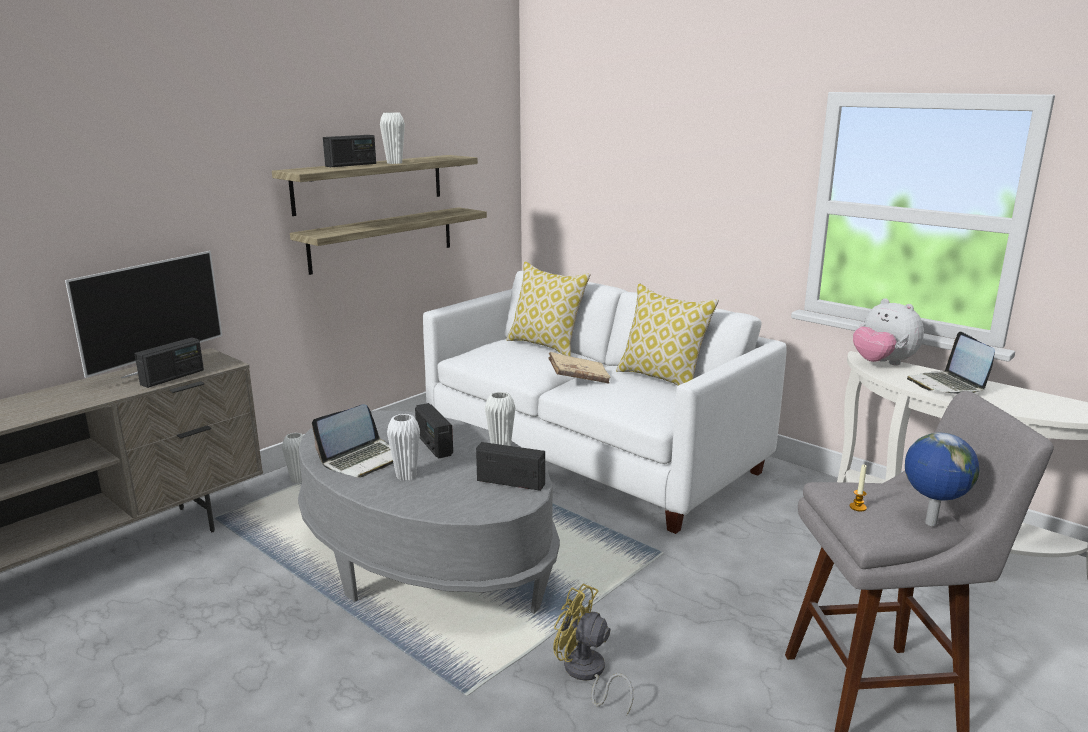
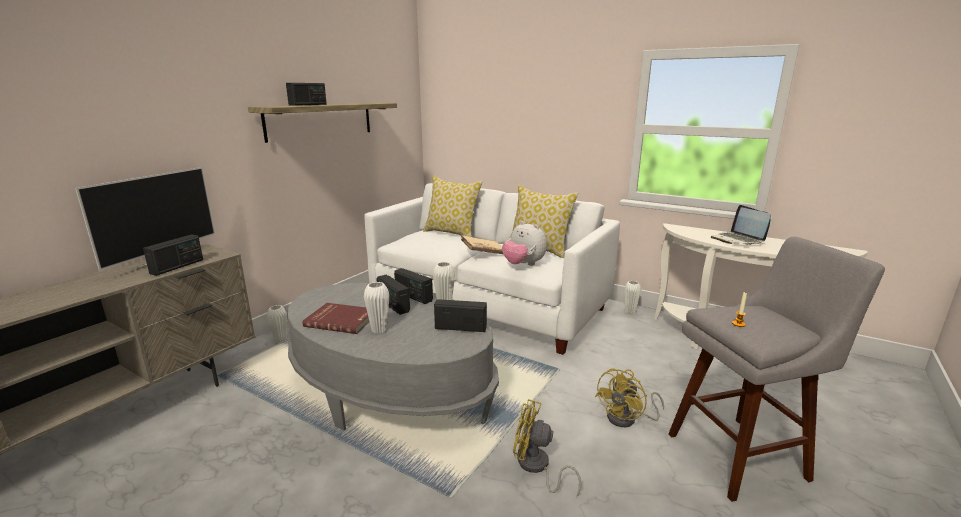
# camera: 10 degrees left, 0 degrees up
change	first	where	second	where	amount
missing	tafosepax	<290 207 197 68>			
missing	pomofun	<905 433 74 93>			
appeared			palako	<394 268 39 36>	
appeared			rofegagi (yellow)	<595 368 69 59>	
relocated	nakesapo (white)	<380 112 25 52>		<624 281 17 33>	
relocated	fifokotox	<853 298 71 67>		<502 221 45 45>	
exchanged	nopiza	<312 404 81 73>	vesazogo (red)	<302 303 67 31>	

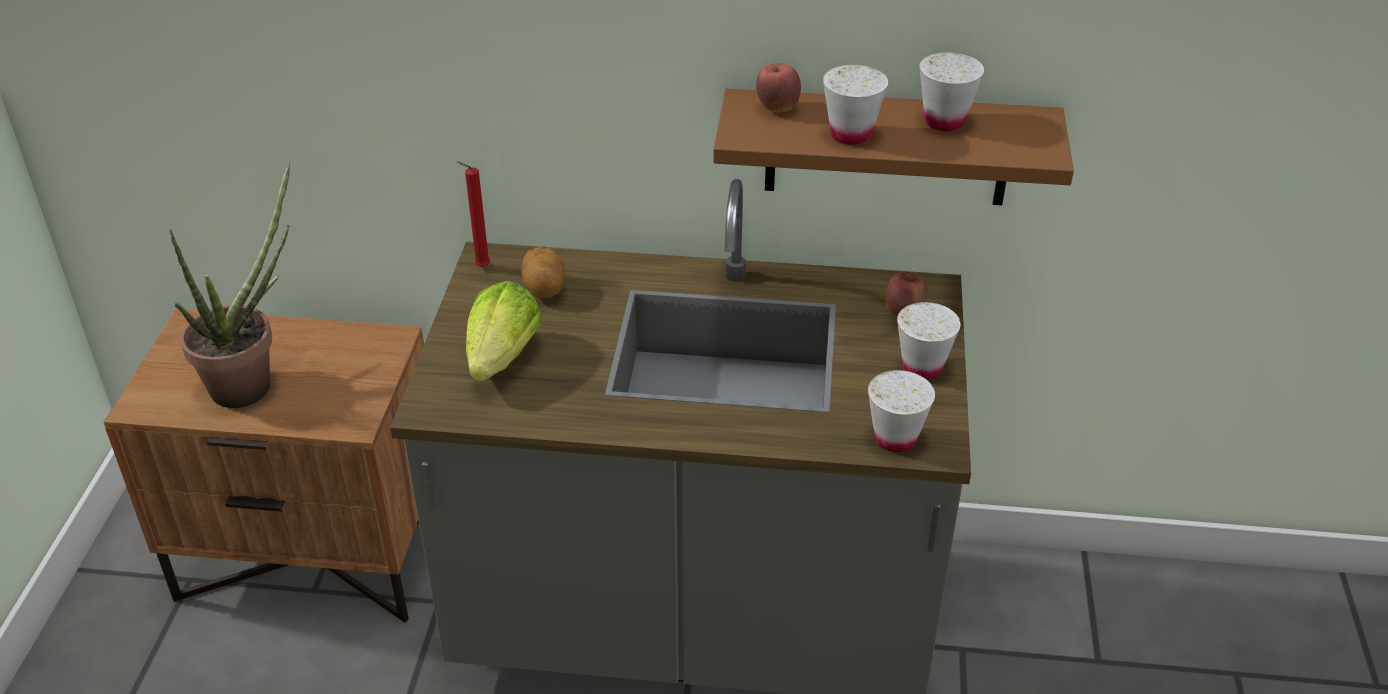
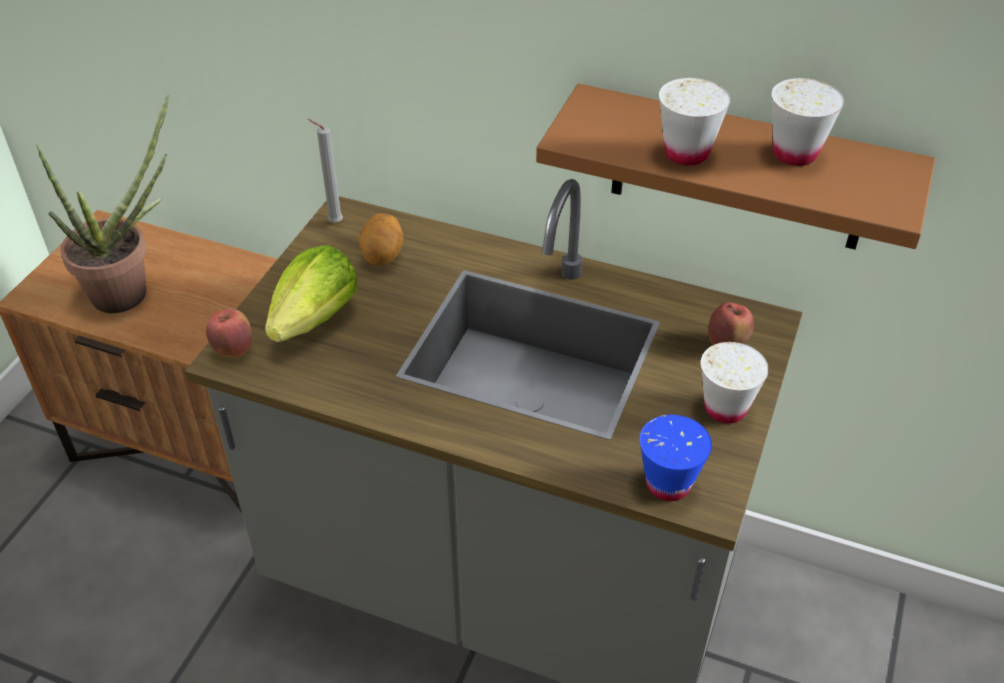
# camera: 15 degrees right, 5 degrees up
change	first	where	second	where	amount
relocated	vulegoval	<756 63 45 49>		<206 309 46 49>	
colour	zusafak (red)	<457 161 33 106>	zusafak (grey)	<308 119 35 104>	
colour	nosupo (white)	<868 370 67 82>	nosupo (blue)	<640 415 72 86>	

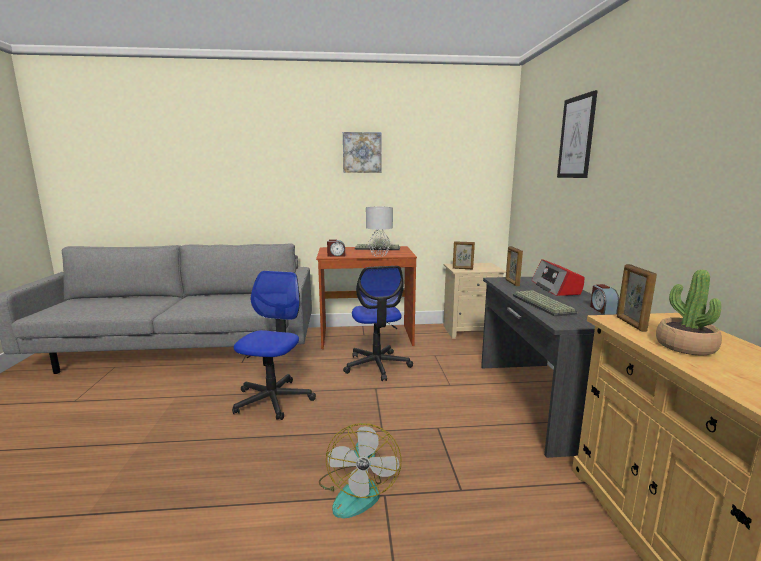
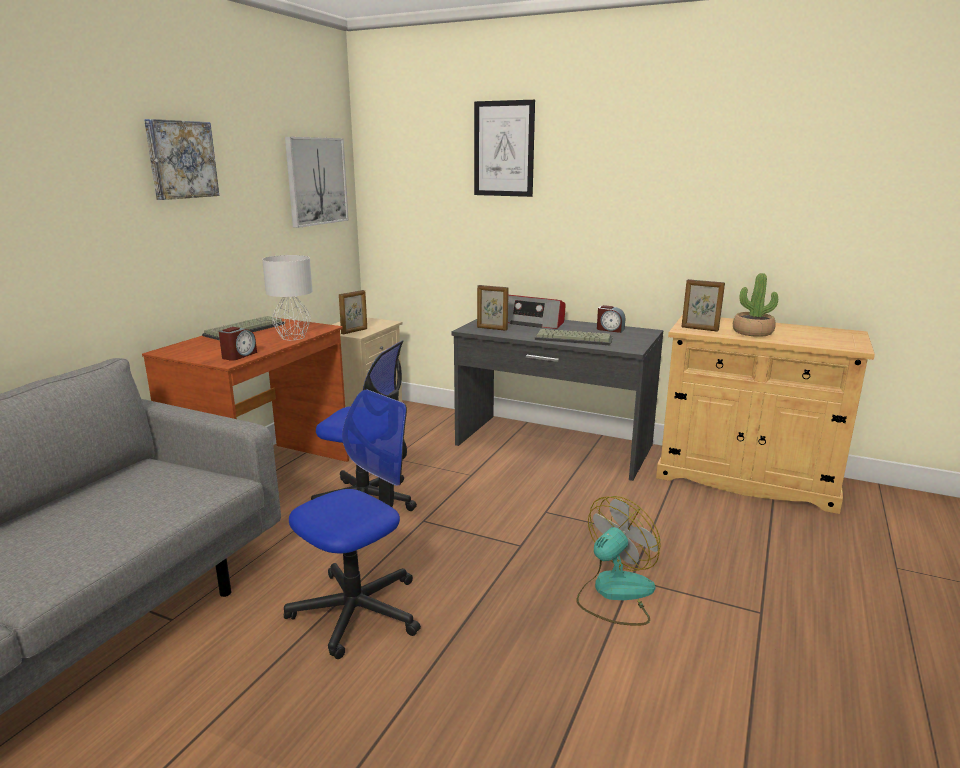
# camera: 60 degrees left, 5 degrees up
change	first	where	second	where	amount
appeared			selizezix	<285 137 64 91>	
spun	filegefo	<232 271 84 149>		<284 389 137 270>	90 degrees clockwise
spun	rofegagi	<319 423 83 95>		<577 496 84 130>	75 degrees counterclockwise

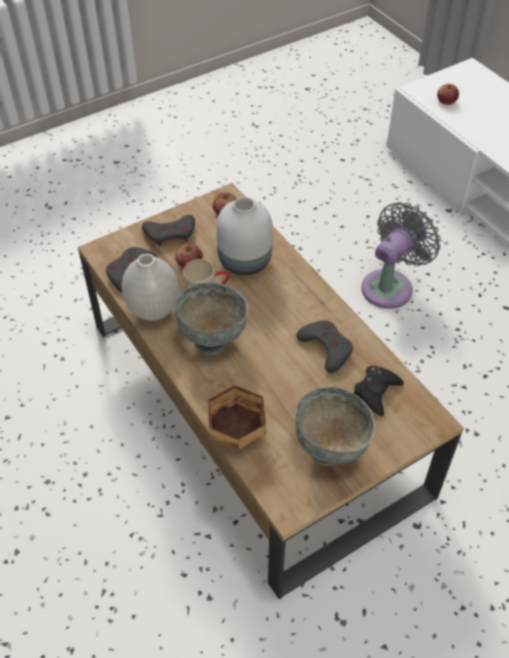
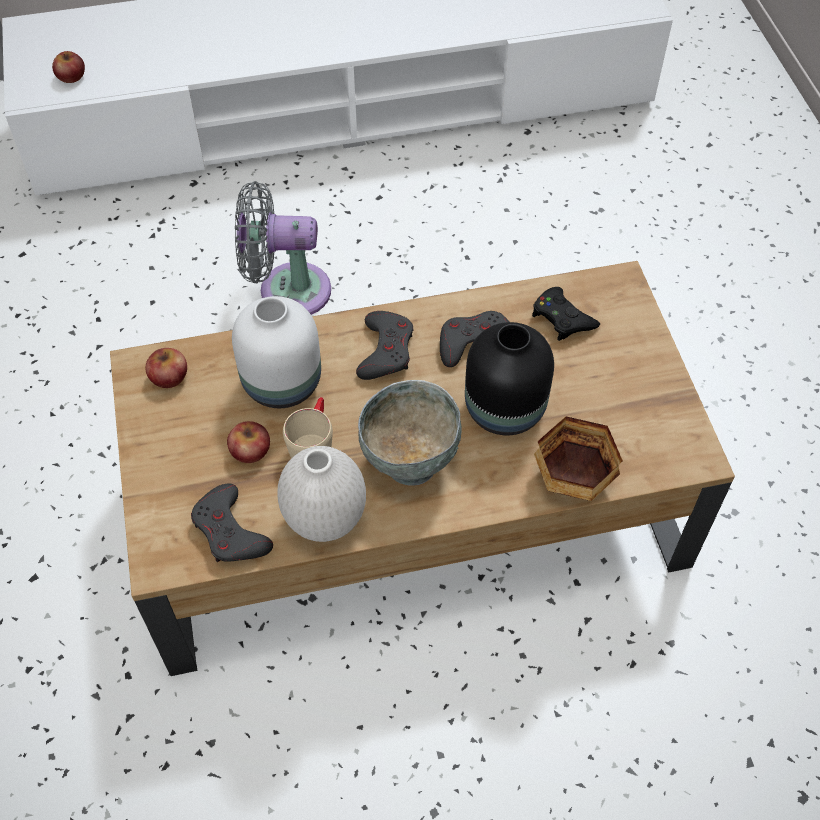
# camera: 70 degrees left, 5 degrees up
change	first	where	second	where	amount
missing	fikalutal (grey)	<295 387 80 79>			
appeared			nakesapo (black)	<465 322 89 114>	
relocated	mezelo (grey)	<142 215 53 31>		<356 311 57 69>	
spun	rofegagi (grey)	<361 202 80 107>		<235 181 96 134>	60 degrees counterclockwise

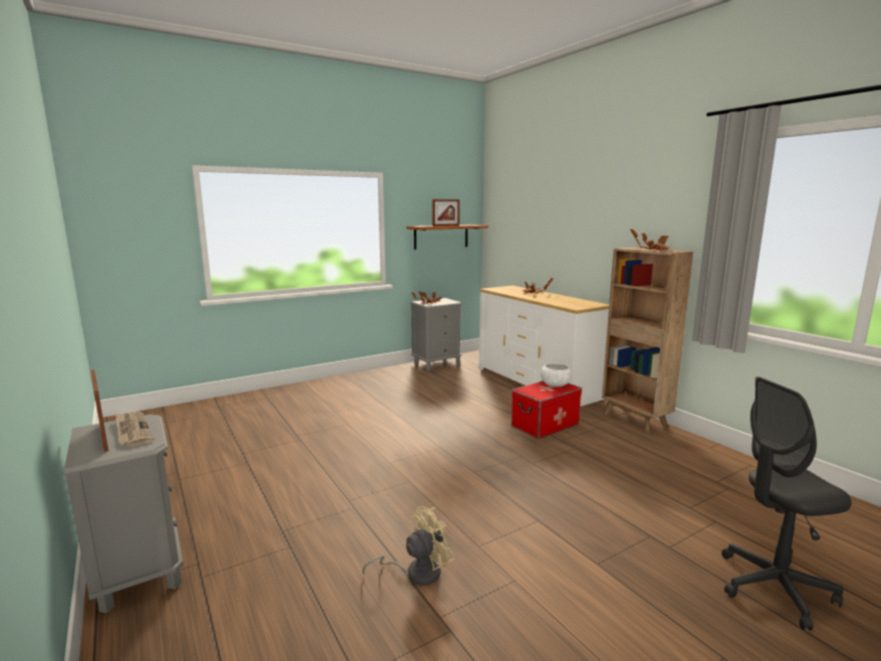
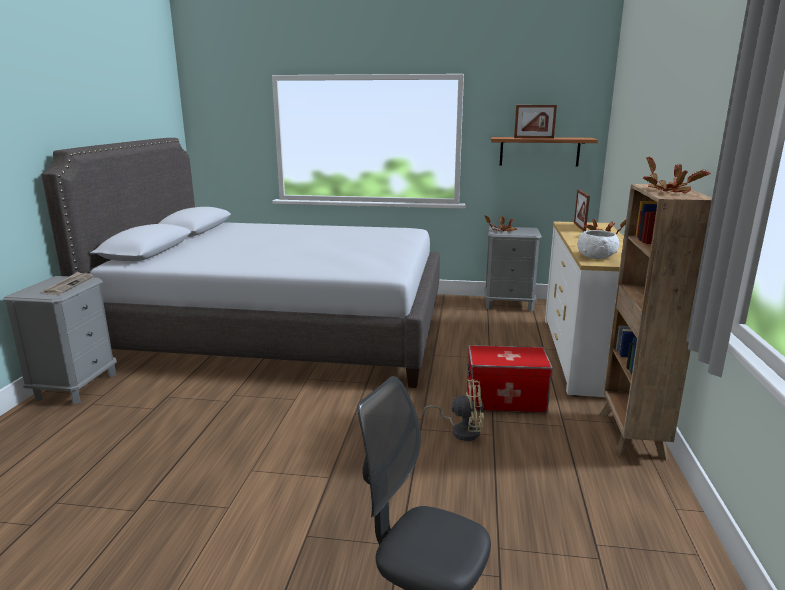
# camera: 40 degrees right, 5 degrees up
change	first	where	second	where	amount
appeared			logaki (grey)	<41 138 399 250>	
relocated	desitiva	<91 370 17 82>		<574 189 16 43>	
relocated	rofegagi (beige)	<362 506 93 79>		<423 379 61 62>	
relocated	fikalutal (white)	<541 363 31 24>		<577 230 42 29>	

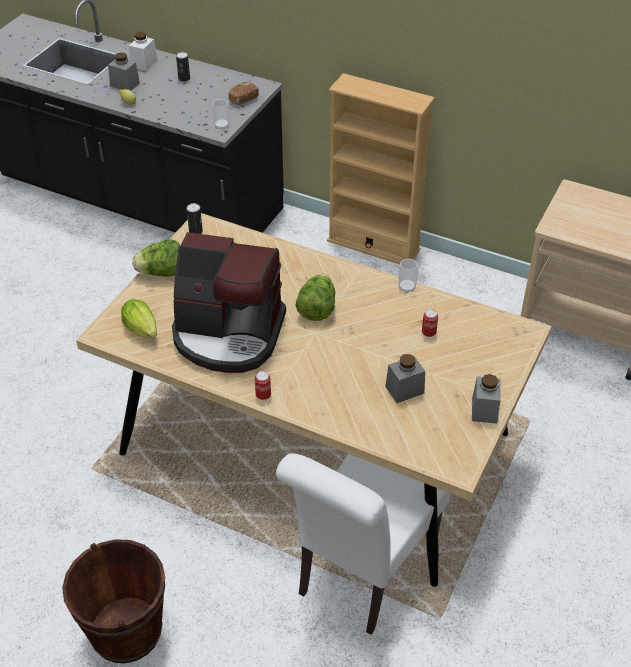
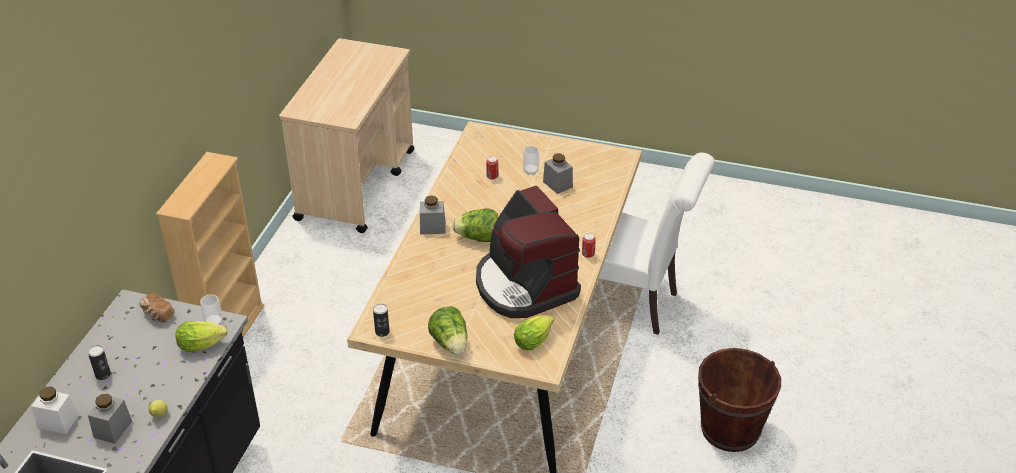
# camera: 100 degrees left, 5 degrees down
change	first	where	second	where	amount
appeared			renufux	<176 321 51 31>	
relocated	nosupo	<398 259 20 34>		<523 146 16 29>	
relocated	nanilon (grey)	<472 374 29 50>		<420 195 25 39>	
spun	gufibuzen	<172 232 114 141>		<476 186 105 132>	150 degrees clockwise

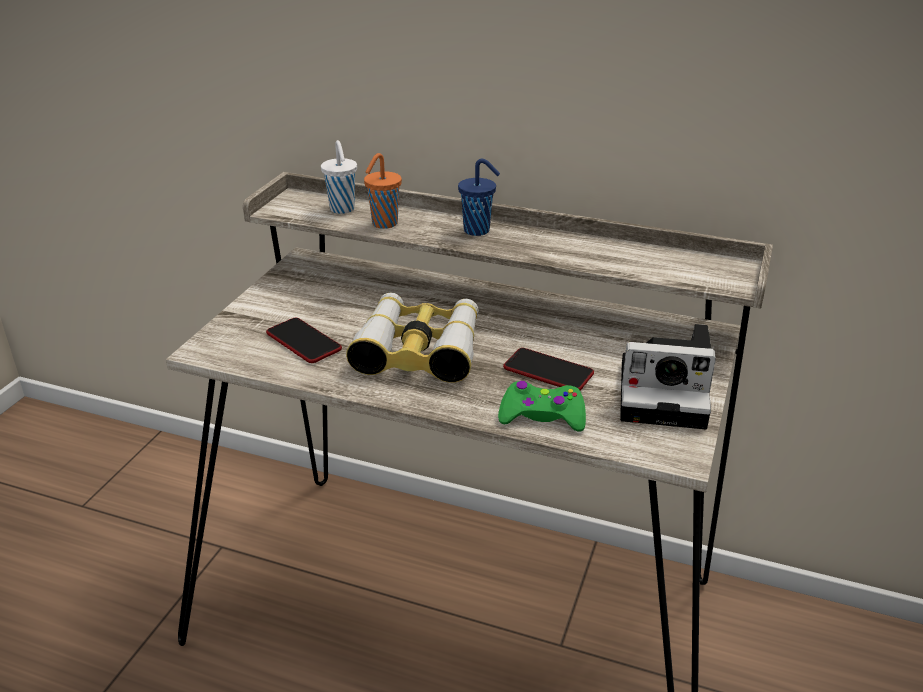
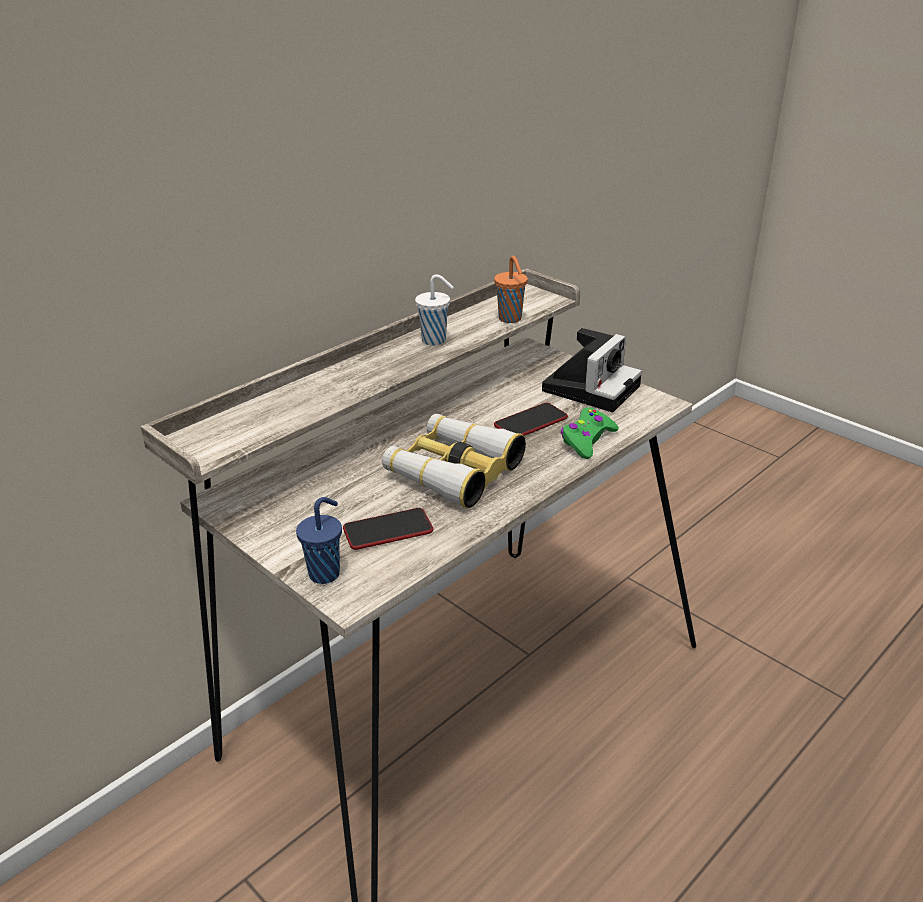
# camera: 65 degrees left, 0 degrees up
change	first	where	second	where	amount
relocated	nosupo (white)	<321 140 36 74>		<415 274 39 72>	
relocated	nosupo (orange)	<364 153 38 76>		<494 256 34 67>	
relocated	nosupo (blue)	<458 159 42 77>		<296 497 46 87>	

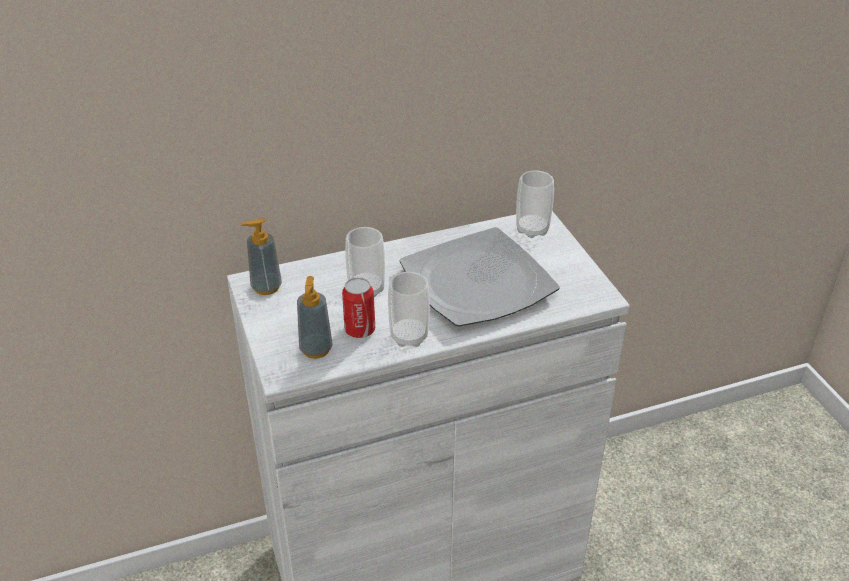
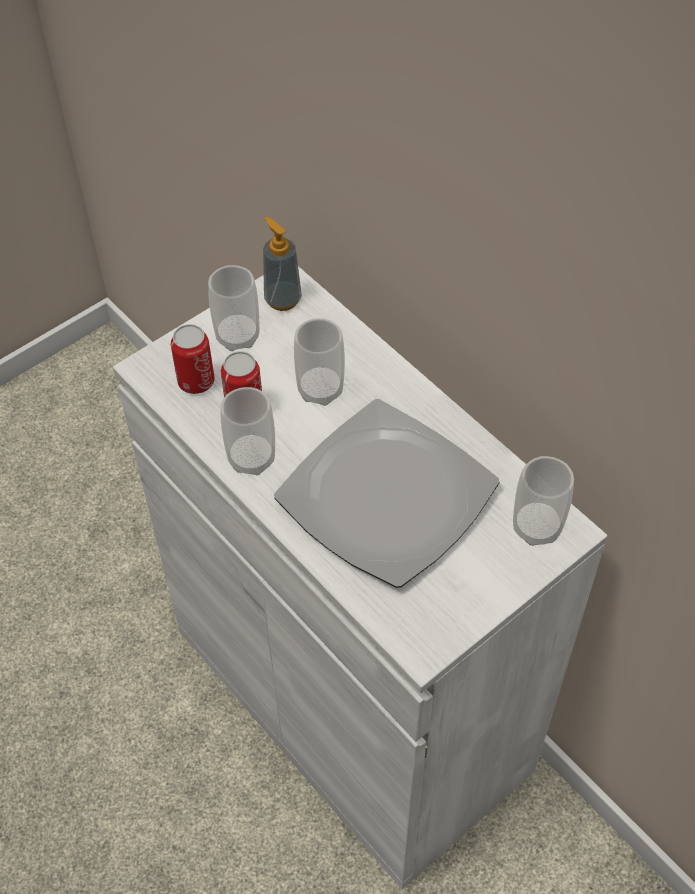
# camera: 70 degrees right, 15 degrees up
change	first	where	second	where	amount
appeared			nosupo	<208 265 51 86>	
exchanged	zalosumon	<297 276 36 83>	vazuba	<171 324 44 70>	

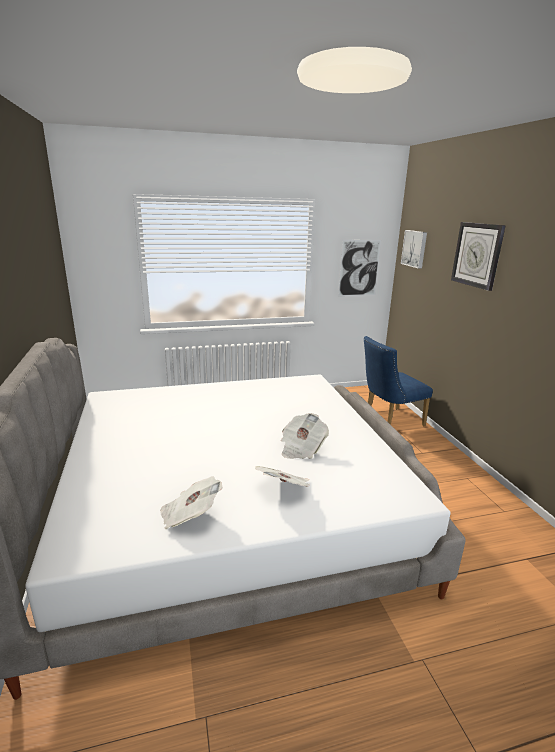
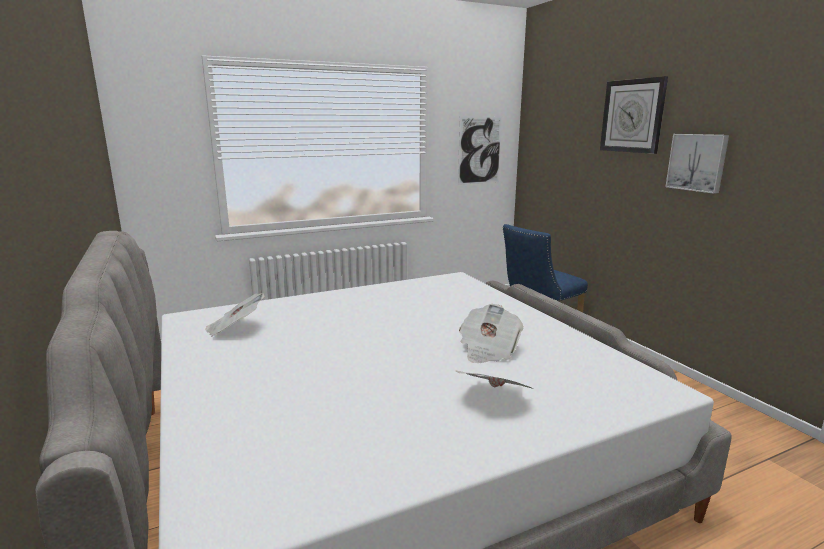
# camera: 10 degrees left, 5 degrees down
change	first	where	second	where	amount
relocated	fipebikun	<160 476 62 53>		<205 293 60 44>	
relocated	selizezix	<401 230 26 39>		<665 134 64 60>	

